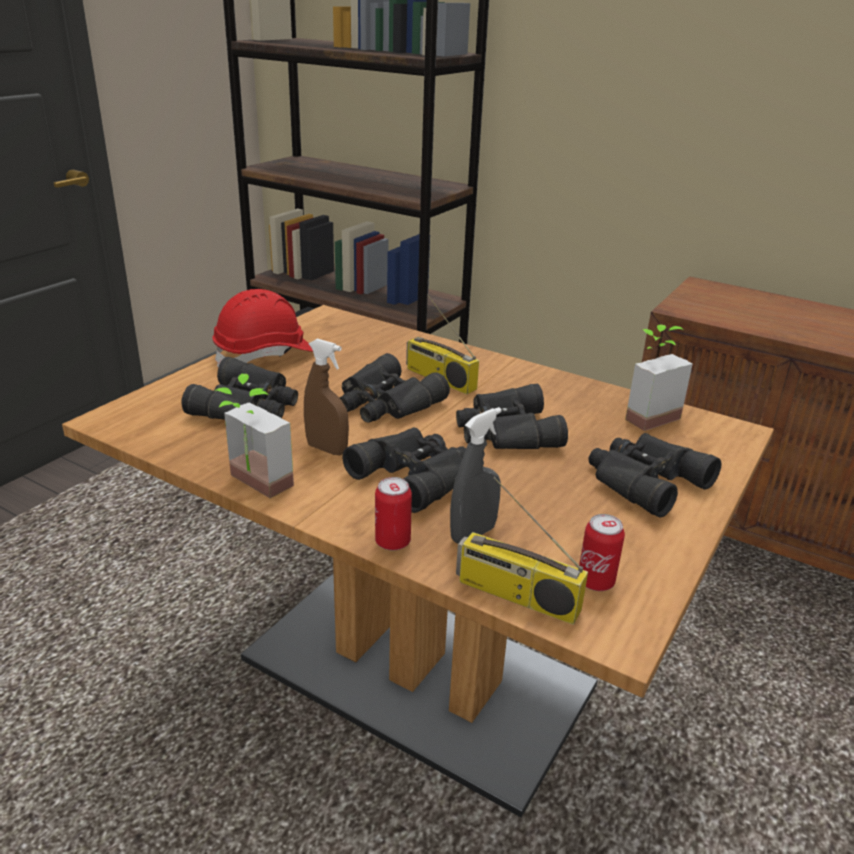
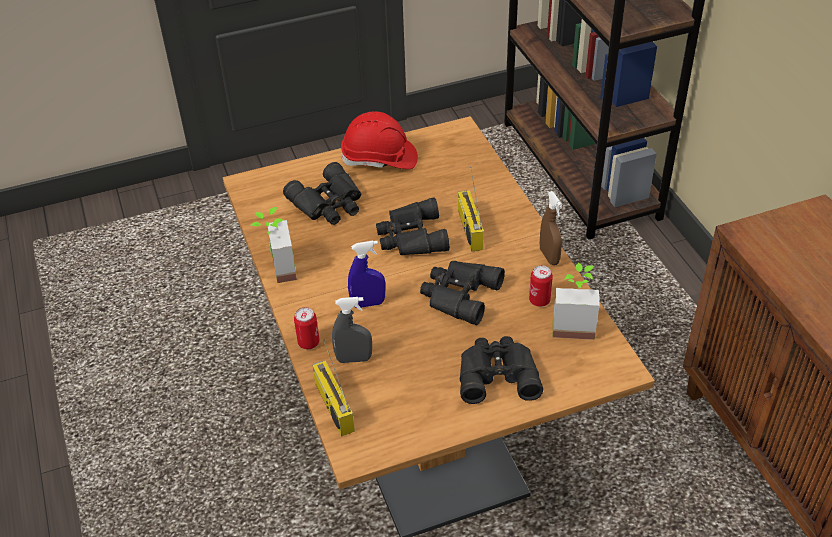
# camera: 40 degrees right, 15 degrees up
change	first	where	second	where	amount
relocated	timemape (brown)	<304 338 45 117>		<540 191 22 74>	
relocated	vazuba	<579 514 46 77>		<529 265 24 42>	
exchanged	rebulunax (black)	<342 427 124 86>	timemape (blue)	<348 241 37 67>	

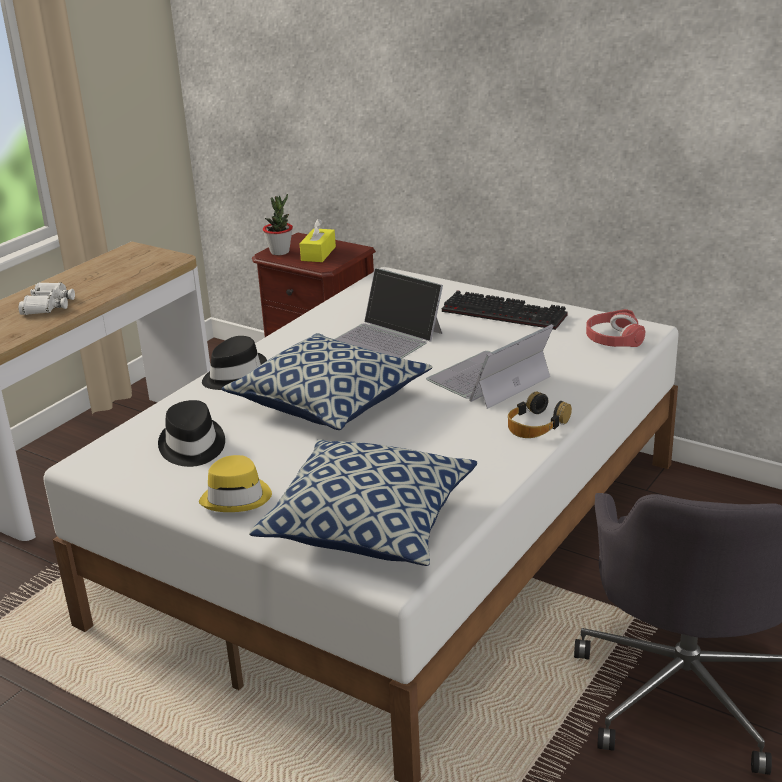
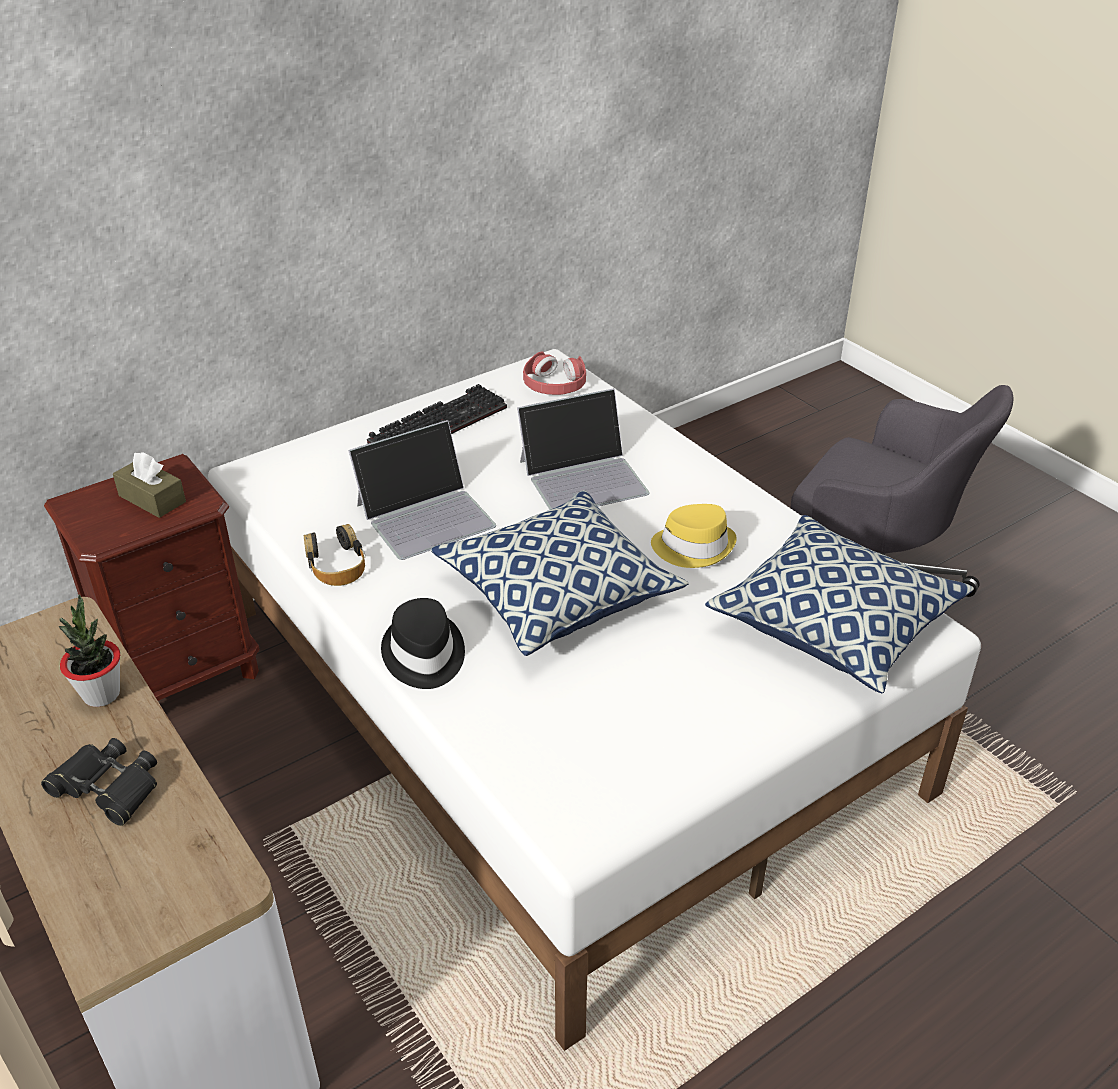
# camera: 70 degrees left, 10 degrees up
change	first	where	second	where	amount
missing	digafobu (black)	<158 400 67 67>			
relocated	digafobu (yellow)	<199 455 73 57>		<651 504 86 64>	
relocated	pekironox	<263 194 30 61>		<59 594 61 113>	
relocated	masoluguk	<508 392 64 46>		<304 524 61 62>	
colour	rebulunax (white)	<18 282 57 33>	rebulunax (black)	<41 738 116 88>	
colour	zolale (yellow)	<299 219 37 43>	zolale (brown)	<113 452 73 66>	
spun	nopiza	<426 324 128 85>		<517 389 132 121>	90 degrees counterclockwise

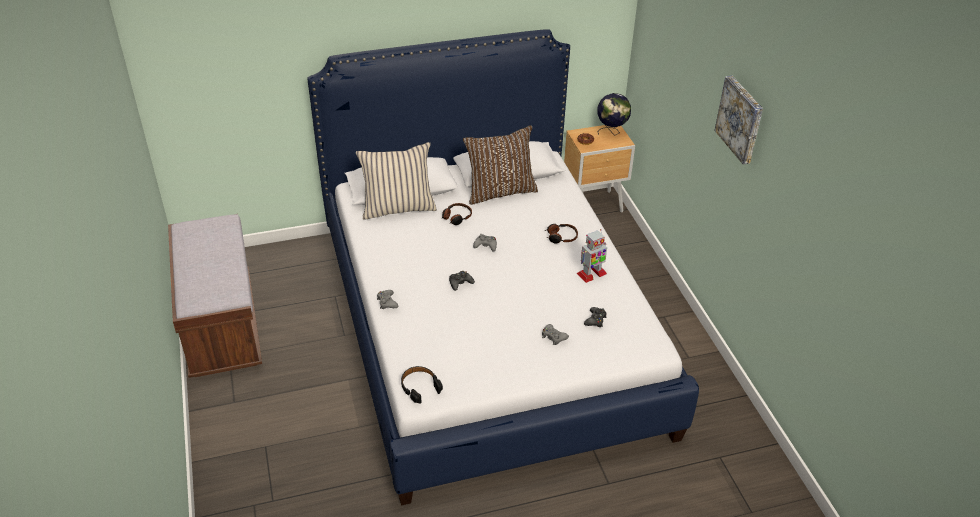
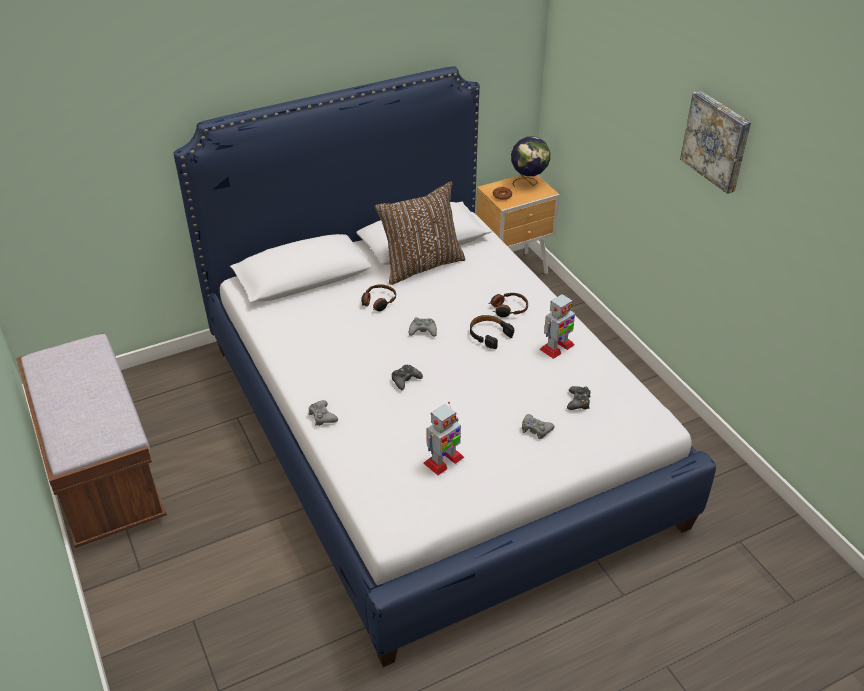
# camera: 10 degrees left, 0 degrees up
change	first	where	second	where	amount
missing	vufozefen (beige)	<356 142 81 77>			
appeared			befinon	<423 402 41 73>	
relocated	masoluguk (black)	<401 366 42 38>		<470 315 44 34>	

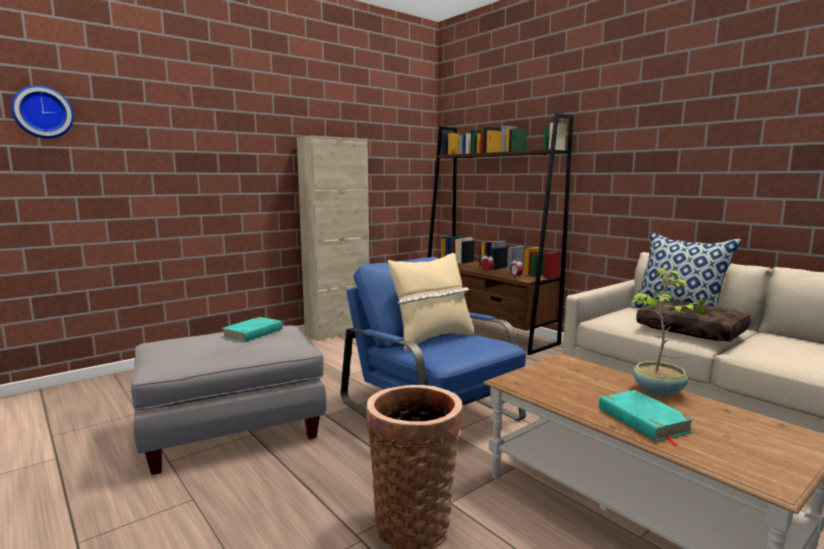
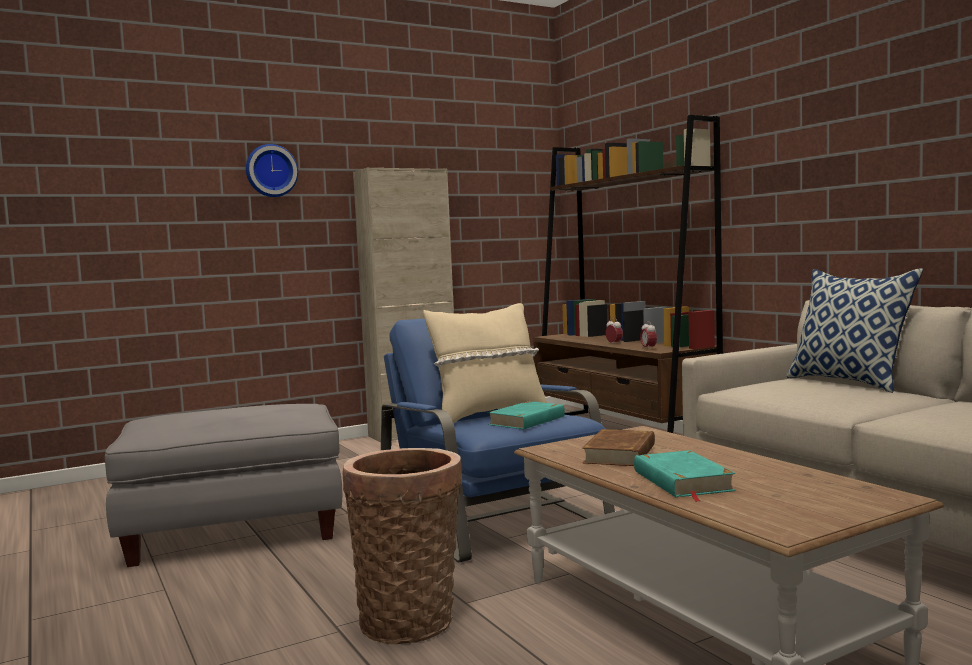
# camera: 10 degrees right, 5 degrees down
change	first	where	second	where	amount
missing	pekironox	<631 268 84 129>			
missing	vufozefen (brown)	<636 300 115 41>			
appeared			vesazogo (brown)	<582 429 73 37>	
relocated	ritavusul	<11 85 63 54>		<246 144 52 53>	
relocated	vesazogo (turquoise)	<221 317 63 25>		<488 401 77 29>	

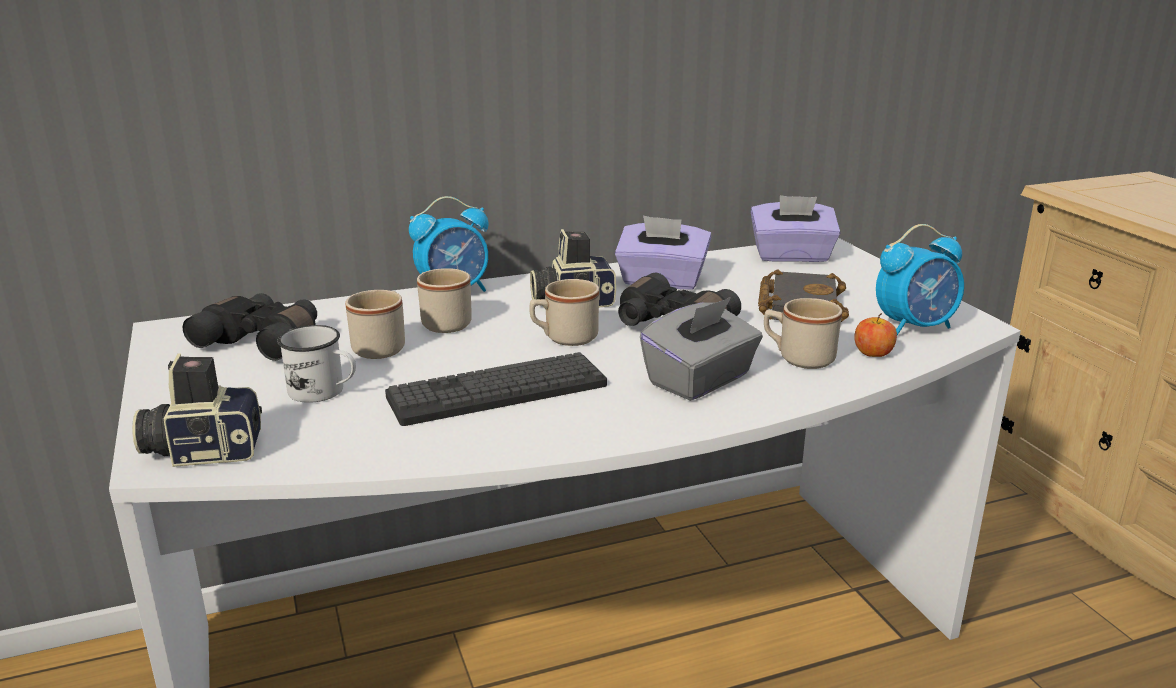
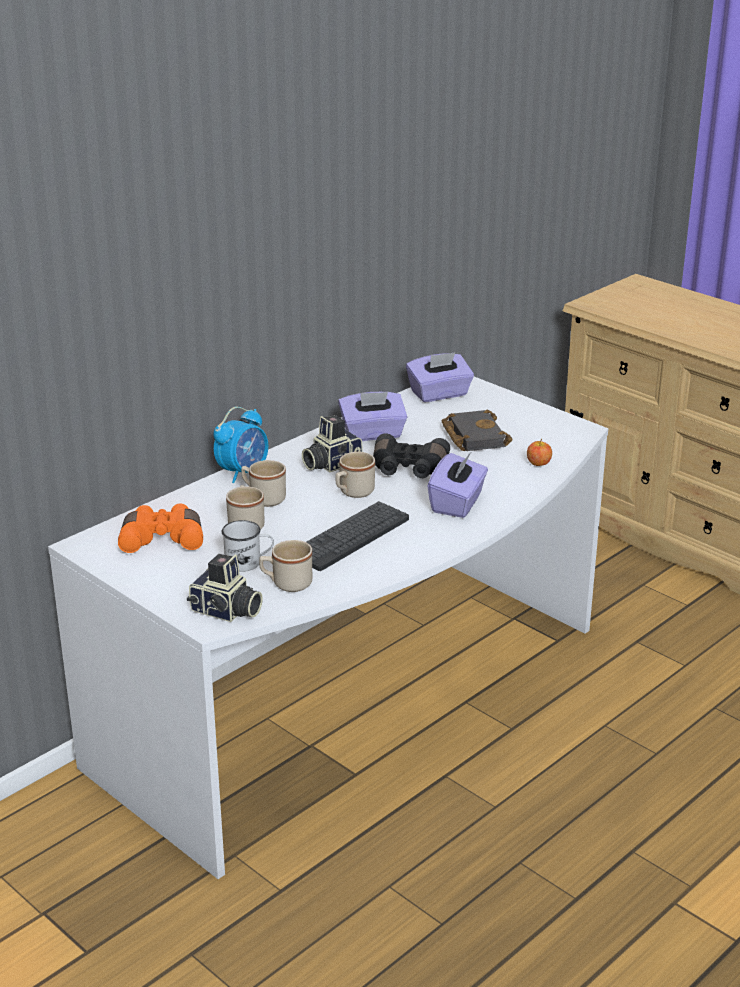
# camera: 25 degrees left, 5 degrees up
change	first	where	second	where	amount
missing	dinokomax	<876 224 88 111>			
relocated	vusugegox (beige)	<764 298 78 71>		<259 540 53 52>	
colour	rebulunax (black)	<183 293 134 68>	rebulunax (orange)	<118 504 85 49>	
colour	zolale (grey)	<640 297 123 104>	zolale (purple)	<428 451 60 67>	
spun	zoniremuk	<132 354 130 113>		<187 554 76 68>	120 degrees counterclockwise

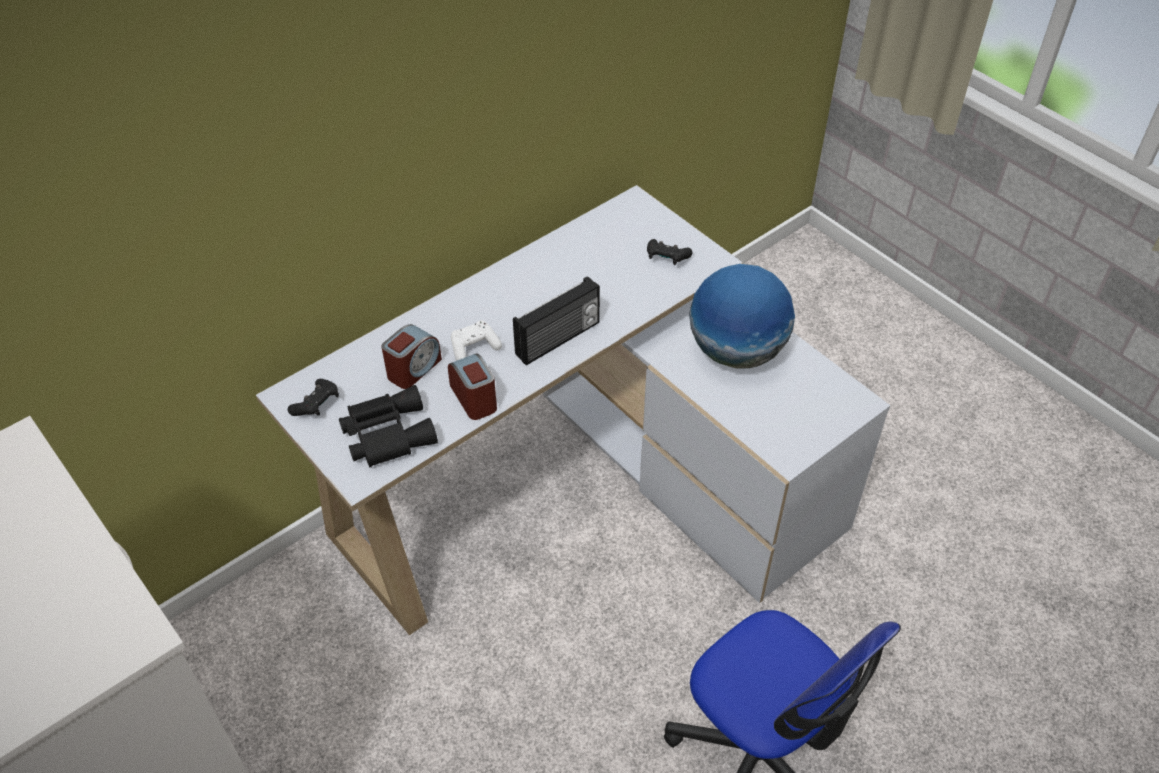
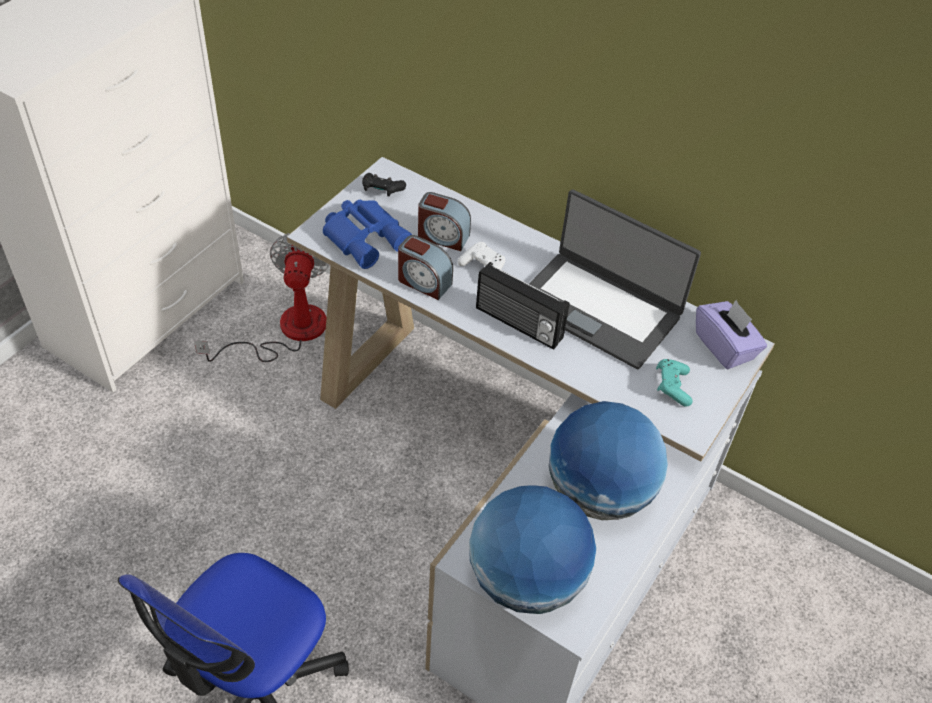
# camera: 70 degrees right, 0 degrees up
change	first	where	second	where	amount
appeared			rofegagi	<194 233 135 129>	
appeared			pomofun	<469 486 127 128>	
appeared			nopiza	<529 189 172 180>	
appeared			zolale (purple)	<696 300 71 69>	
colour	rebulunax (black)	<339 385 99 83>	rebulunax (blue)	<323 200 89 69>	
colour	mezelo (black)	<647 239 45 26>	mezelo (turquoise)	<656 359 37 47>	
spun	dinokomax	<448 353 49 67>		<398 235 55 65>	75 degrees clockwise

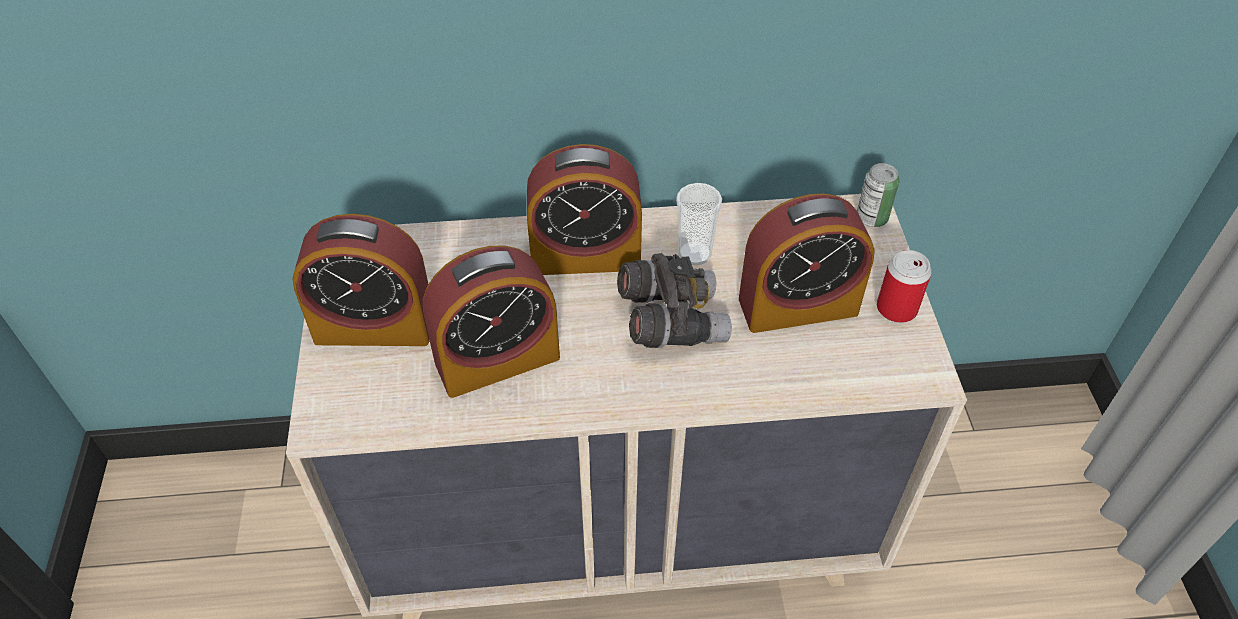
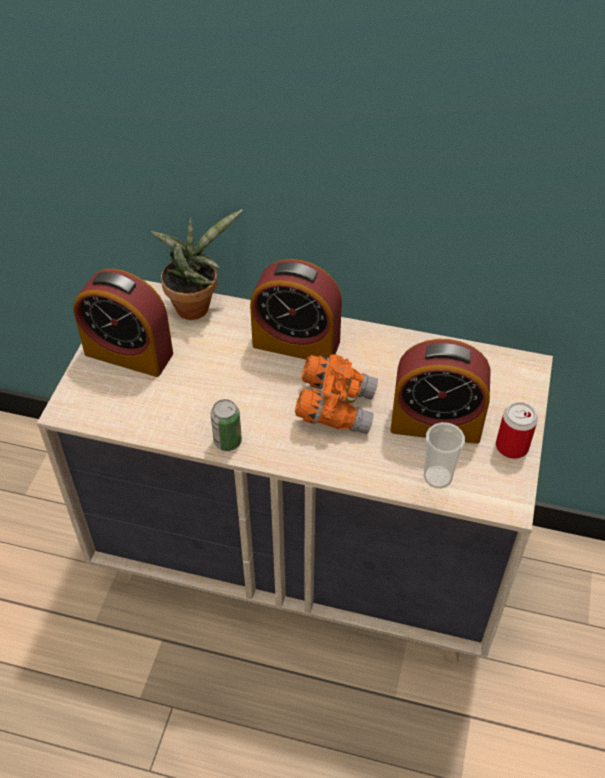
# camera: 20 degrees right, 0 degrees up
change	first	where	second	where	amount
missing	dinokomax	<423 246 137 152>			
appeared			pekironox	<150 209 93 111>	
relocated	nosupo	<676 183 46 82>		<424 422 41 67>	
relocated	vazuba	<857 163 42 64>		<211 399 31 52>	
colour	rebulunax (grey)	<617 253 115 95>	rebulunax (orange)	<295 354 83 80>	

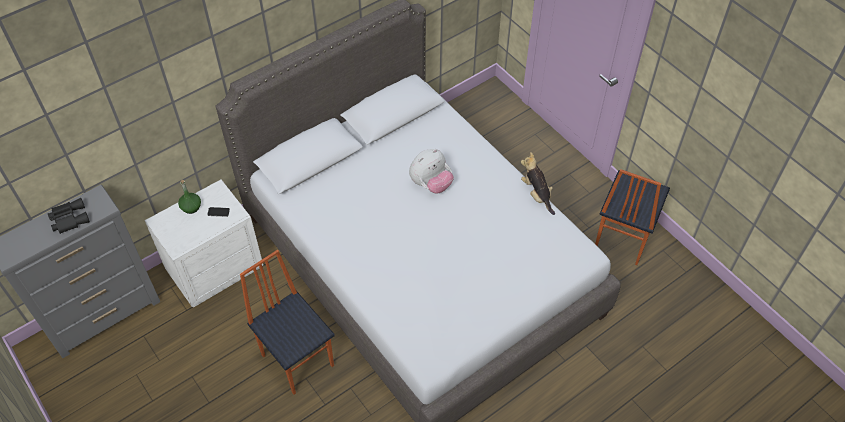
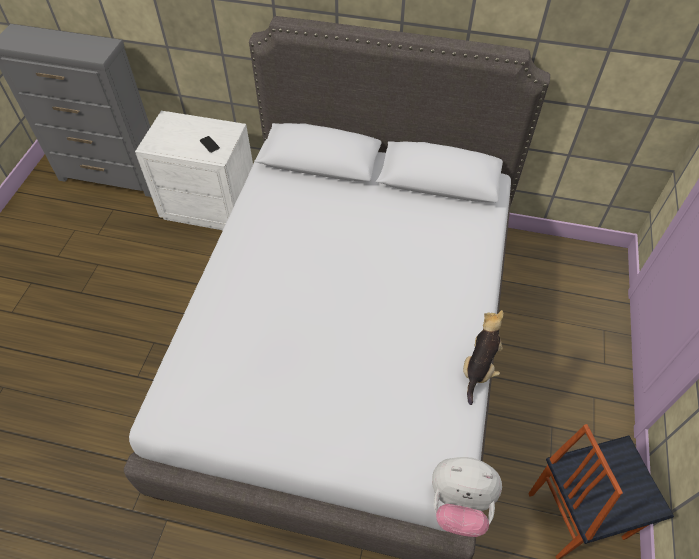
# camera: 50 degrees right, 0 degrees up
change	first	where	second	where	amount
missing	rebulunax (black)	<48 198 42 36>			
missing	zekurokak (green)	<178 180 23 34>			
missing	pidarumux	<240 250 95 145>			
relocated	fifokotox	<409 149 45 44>		<432 457 70 80>	

